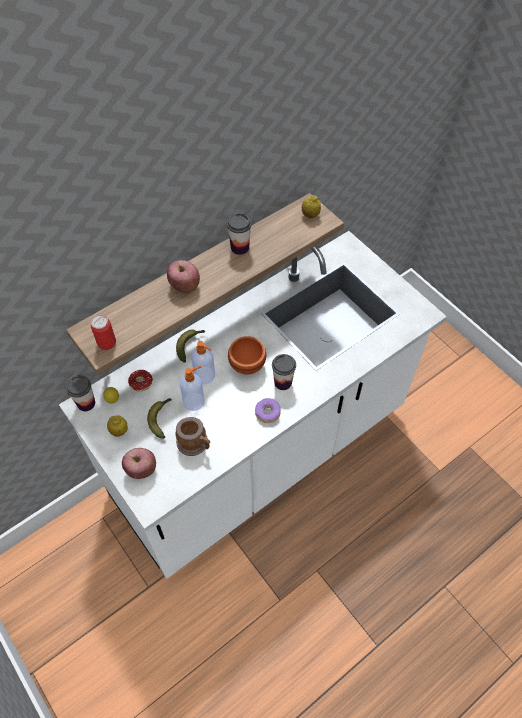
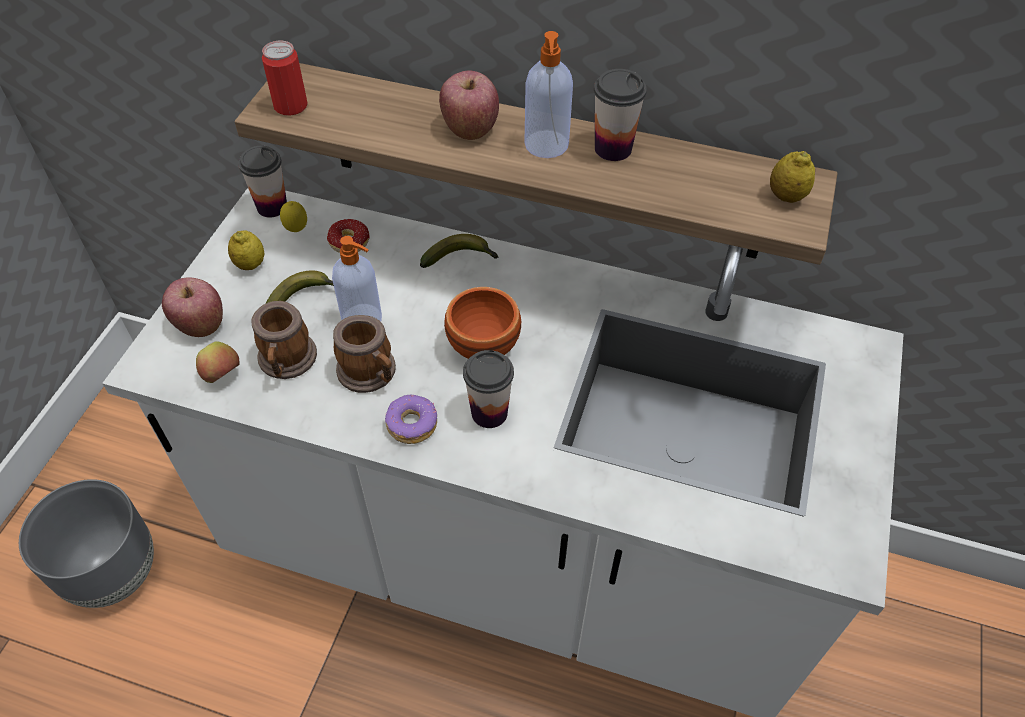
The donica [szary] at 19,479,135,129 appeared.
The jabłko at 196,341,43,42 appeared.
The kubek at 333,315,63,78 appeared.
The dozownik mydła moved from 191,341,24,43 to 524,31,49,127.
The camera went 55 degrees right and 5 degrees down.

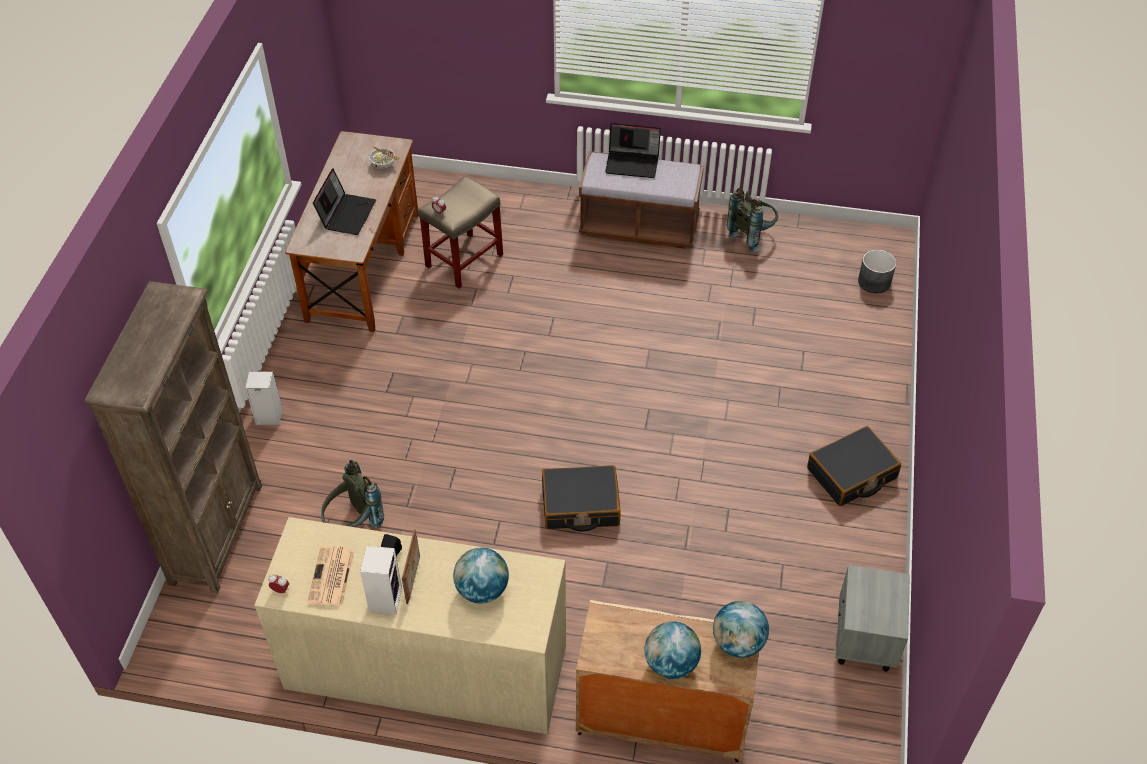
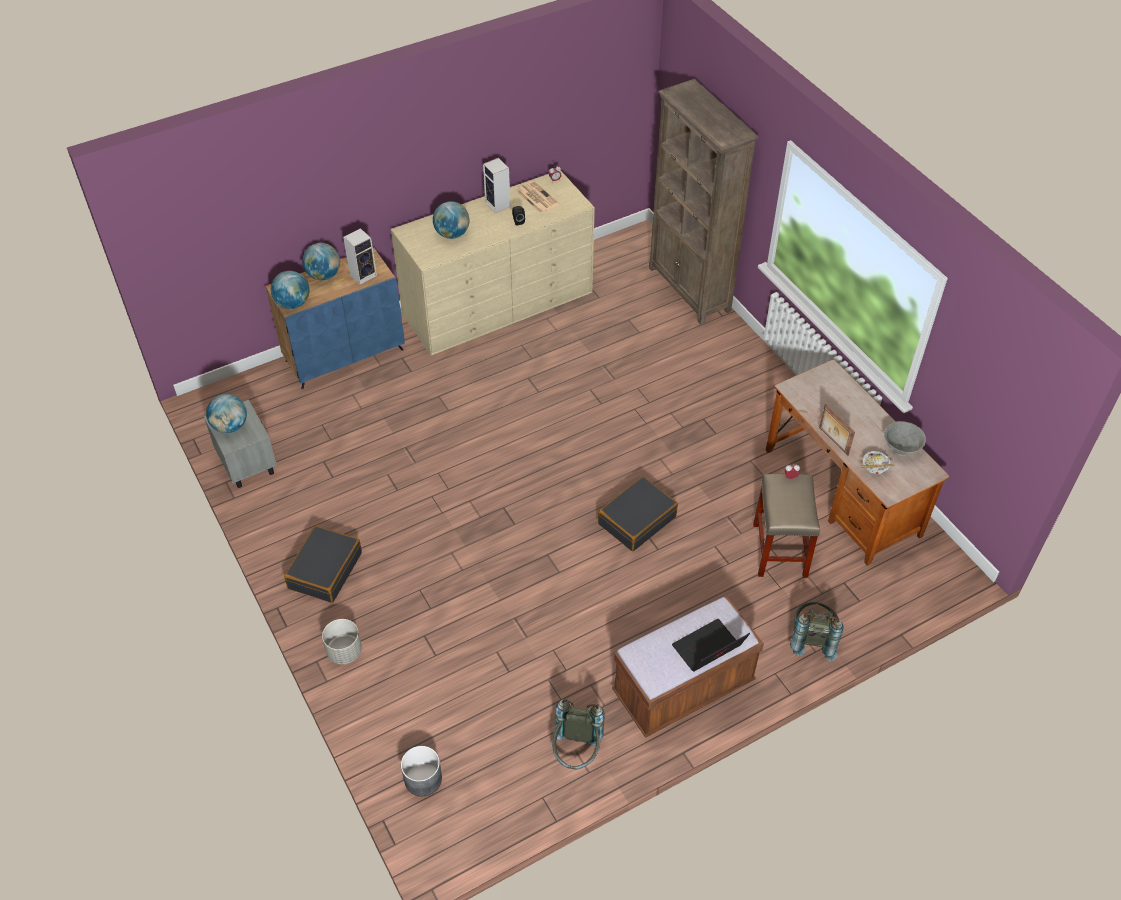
The laptop at 313,168,63,67 disappeared.
The globus at 206,394,41,39 appeared.
The donica [szary] at 322,619,40,45 appeared.
The miska [szary] at 884,421,42,36 appeared.
The głośnik moved from 245,371,38,54 to 343,228,34,57.
The plecak [szary] moved from 321,460,63,68 to 790,602,53,59.
The ramka na zdjęcie moved from 402,529,18,75 to 819,404,36,51.
The walizka [czarny] moved from 542,465,79,66 to 598,476,80,75.
The szafka [beżowy] at 576,600,183,162 became the szafka [niebieski] at 266,248,139,141.
The camera went 140 degrees right and 0 degrees up.

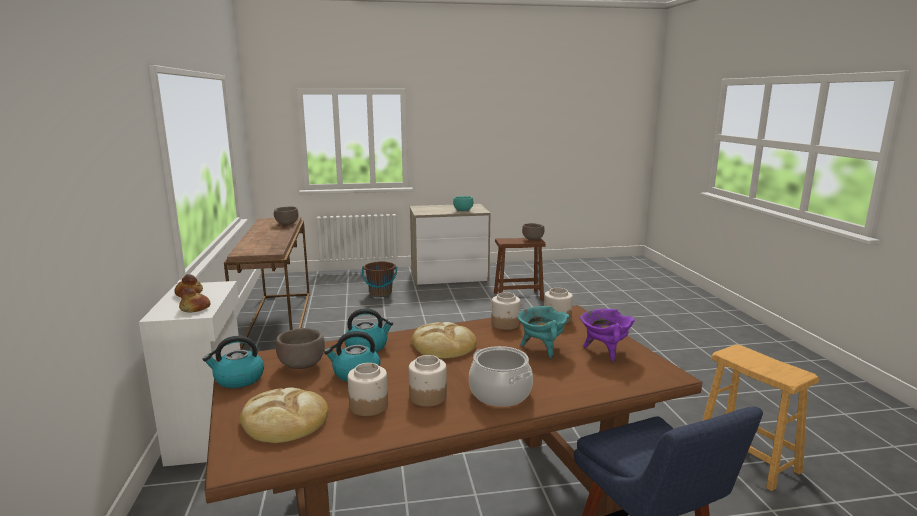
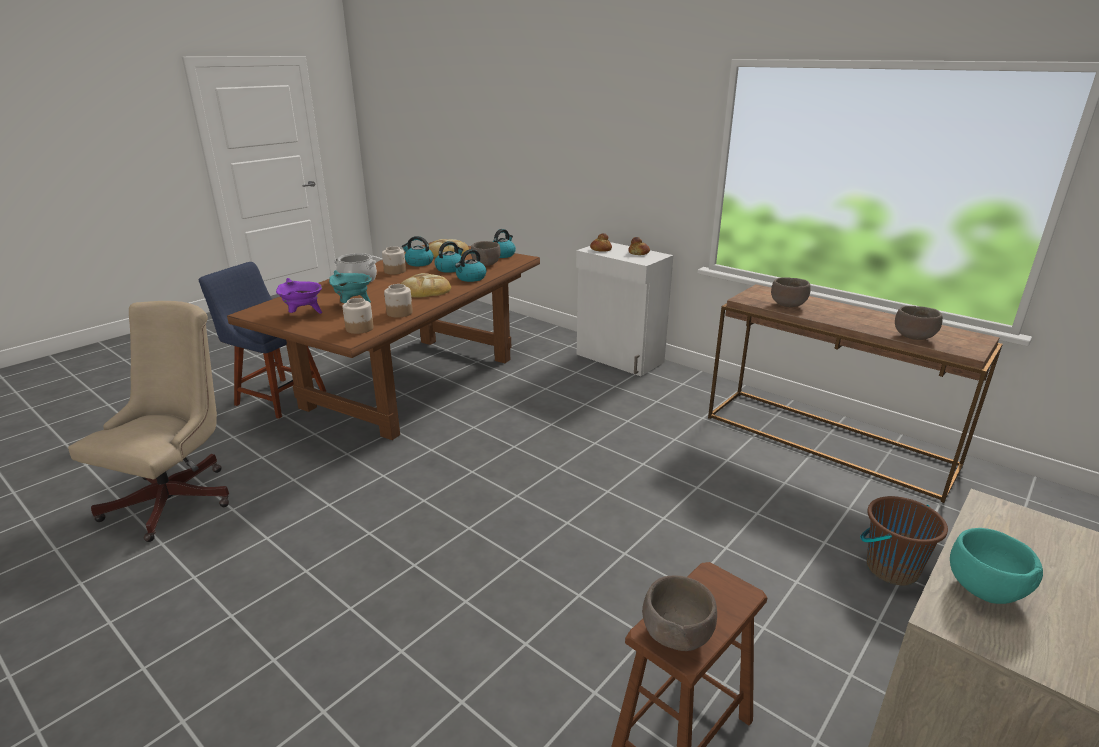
The miska [brązowy] at 771,277,40,30 appeared.
The słoik at 348,363,40,53 was replaced by the czajnik at 402,236,32,30.
The stołek [brązowy] at 702,344,118,147 was replaced by the krzesło biurowe [beżowy] at 68,301,161,241.
The camera went 140 degrees right and 10 degrees up.

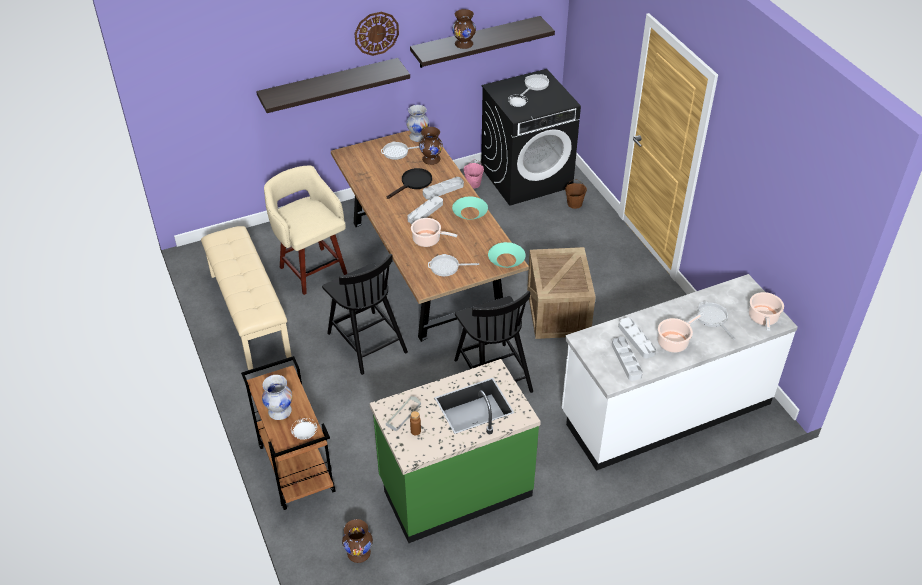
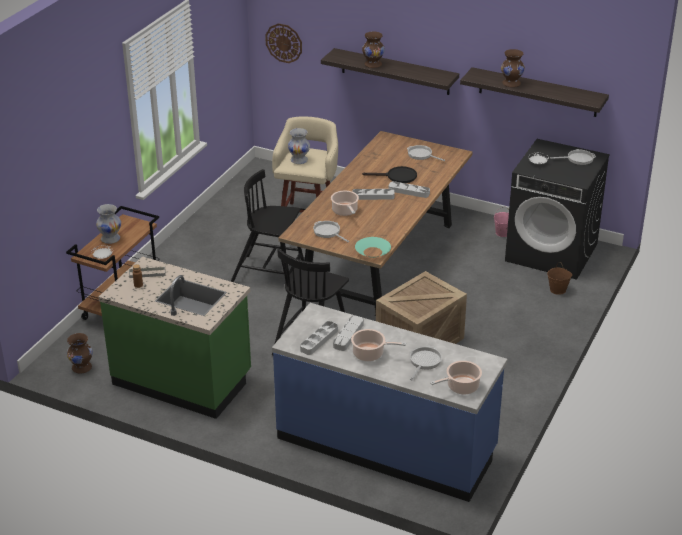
The ławka [beżowy] at 201,226,91,144 disappeared.
The miska [turkusowy] at 452,197,36,22 disappeared.
The zegar ścienny moved from 354,12,45,44 to 265,23,37,40.
The wazon [biały] moved from 406,105,23,37 to 288,128,22,36.
The wazon [brązowy] moved from 419,127,24,38 to 362,32,23,36.
The zabudowa kuchenna [biały] at 562,274,236,197 became the zabudowa kuchenna [niebieski] at 272,303,235,199.
The krzesło [czarny] at 322,254,86,121 turned 90 degrees clockwise.
The camera went 50 degrees right and 10 degrees down.

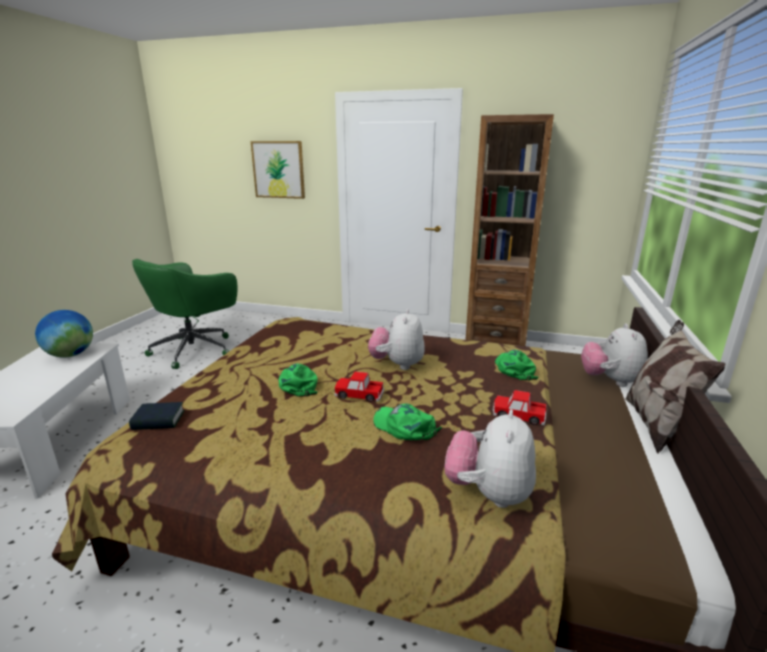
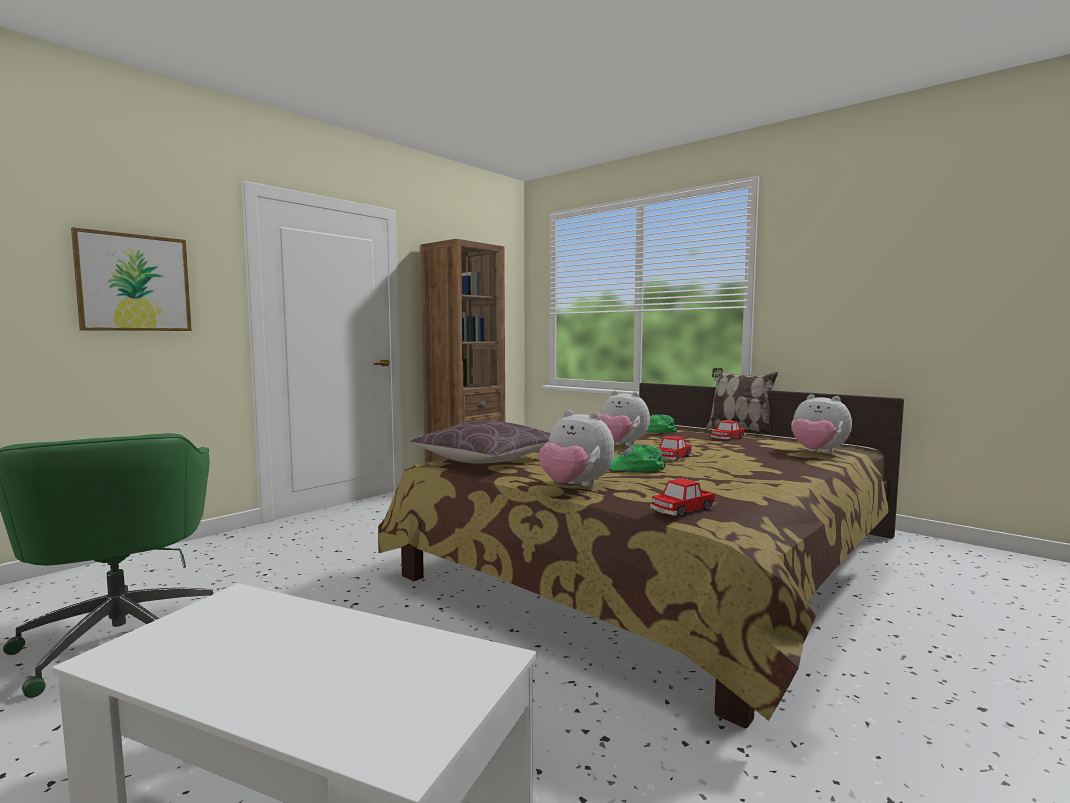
The globus at 35,310,58,48 disappeared.
The czapka z daszkiem [zielony] at 373,403,69,37 disappeared.
The poduszka [brązowy] at 410,421,140,42 appeared.
The pluszak moved from 581,323,67,64 to 538,410,77,77.
The książka at 129,402,56,28 was replaced by the samochodzik at 650,478,67,39.
The camera went 65 degrees left and 15 degrees down.

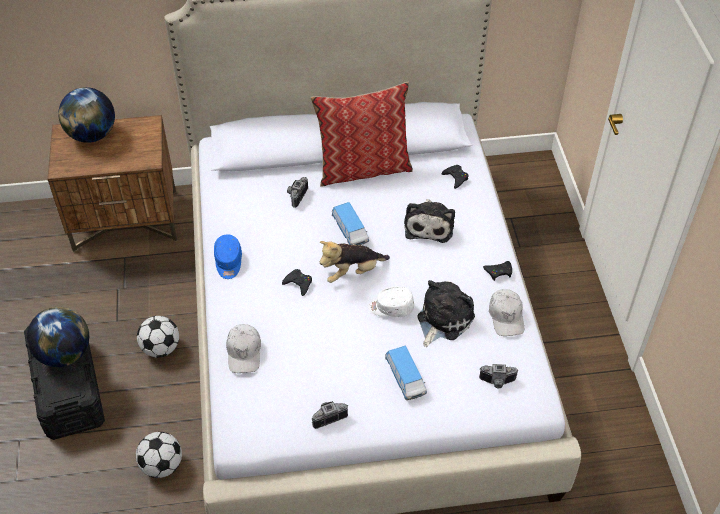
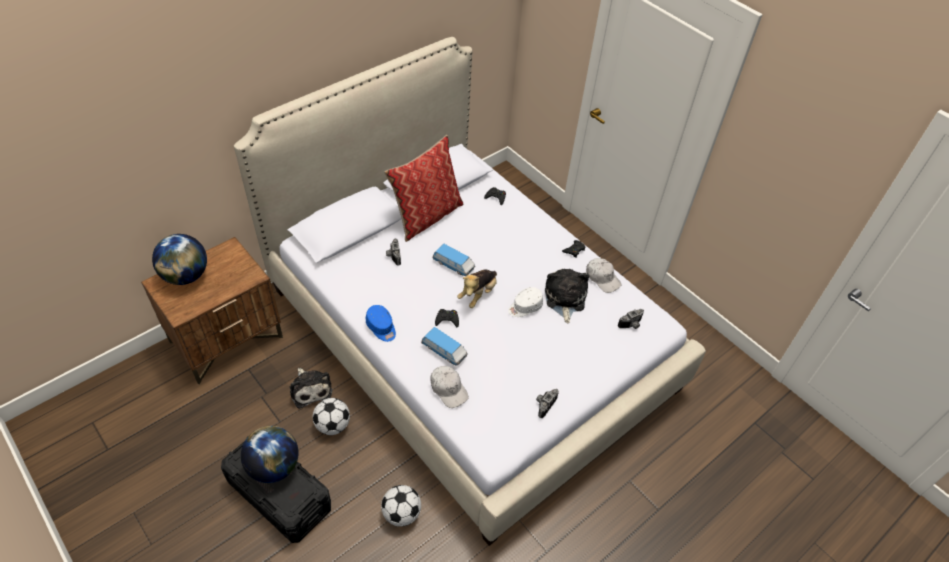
The samochodzik moved from 385,345,42,55 to 421,327,47,39.
The pluszak moved from 404,199,51,44 to 290,368,42,41.
The camera went 35 degrees left and 0 degrees up.

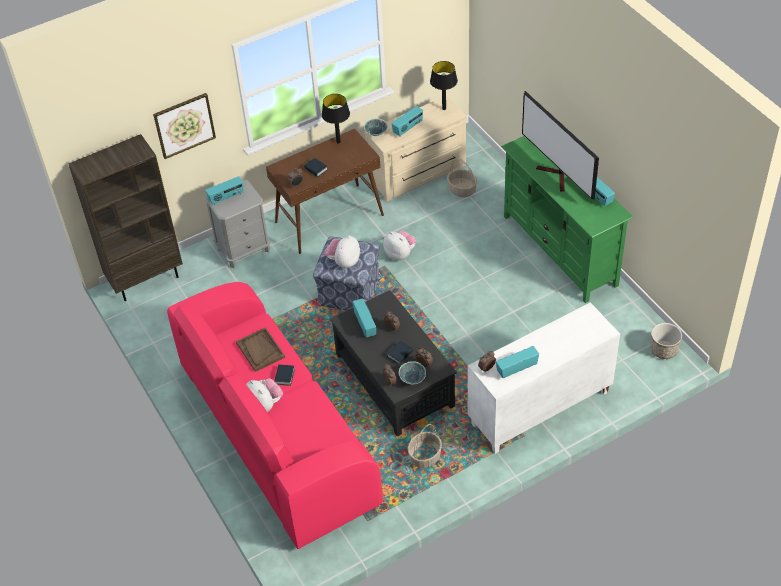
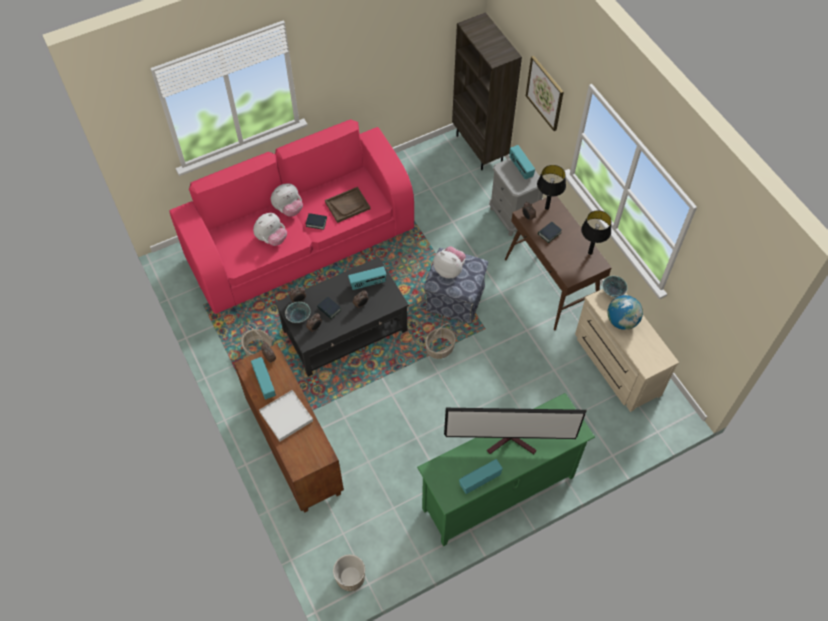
The taca [biały] at 259,390,54,51 appeared.
The pluszak moved from 383,230,33,30 to 253,213,34,33.
The lampa stołowa [czarny] moved from 430,61,28,49 to 537,165,29,45.
The koszyk moved from 447,159,30,38 to 425,323,31,36.
The radio at 391,106,32,31 was replaced by the globus at 608,295,35,35.
The szafka [biały] at 468,302,152,152 became the szafka [brązowy] at 234,344,110,169.
The telewizor at 522,91,77,109 turned 150 degrees counterclockwise.
The camera went 90 degrees right and 10 degrees up.

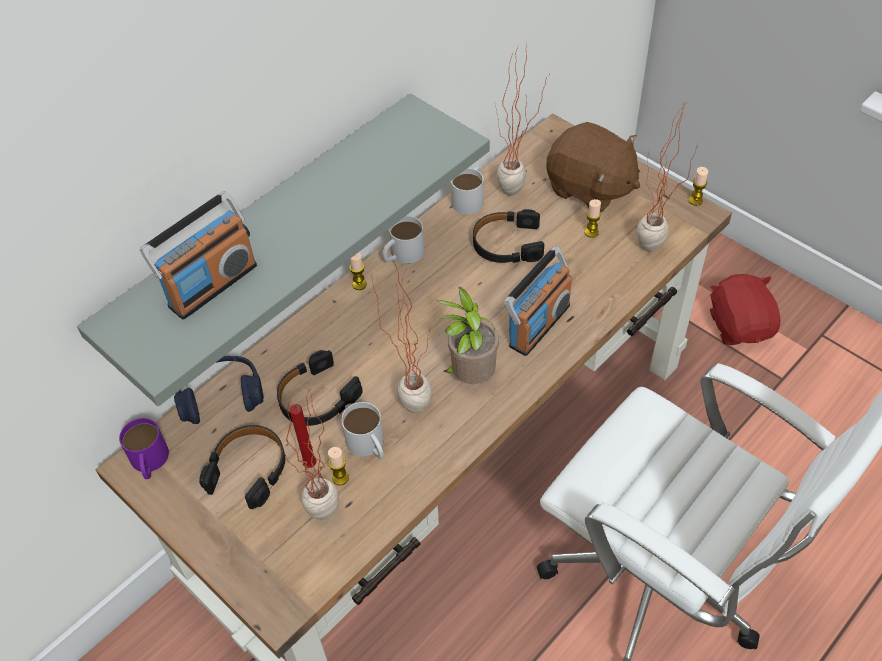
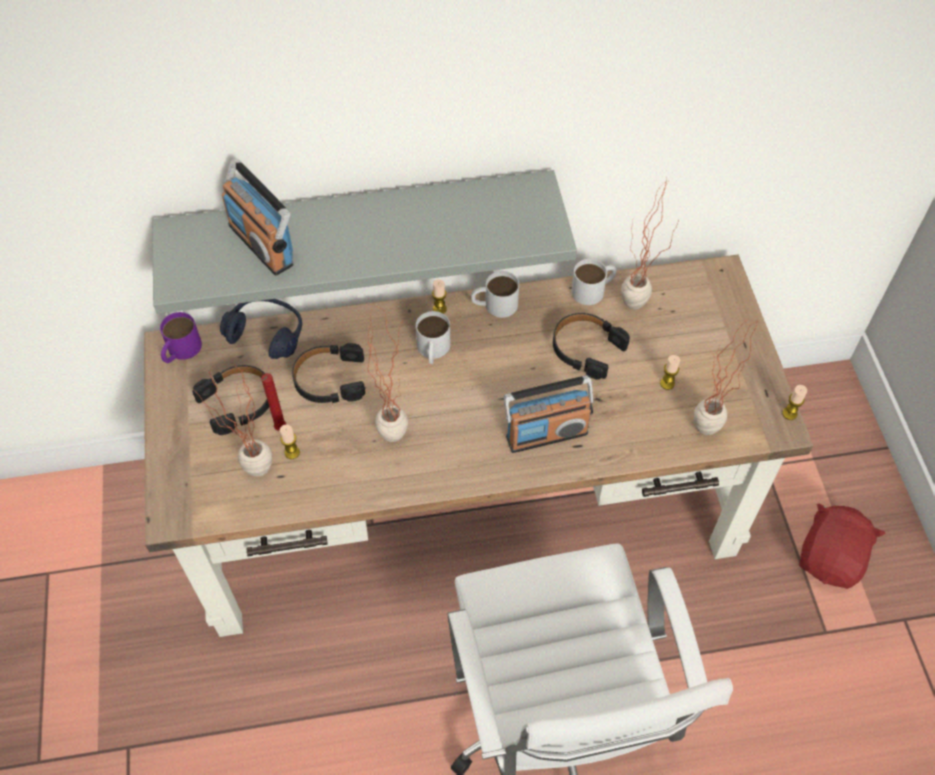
The roślina doniczkowa at 437,287,62,97 disappeared.
The pluszak [brązowy] at 546,122,94,90 disappeared.
The kubek [biały] moved from 341,402,43,57 to 416,311,35,53.
The radio at 140,192,117,128 turned 60 degrees clockwise.
The camera went 35 degrees right and 5 degrees up.

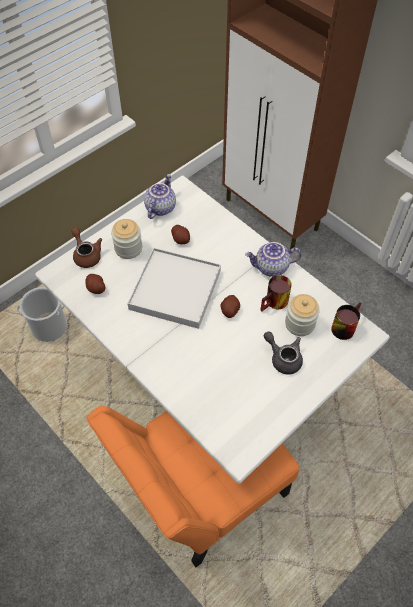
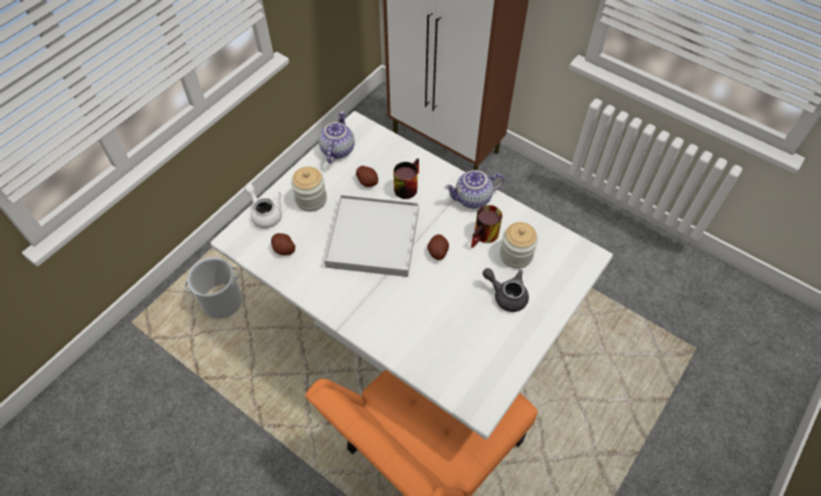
The kubek moved from 331,302,30,38 to 393,158,26,41.
The imbryk [brązowy] at 71,227,31,41 became the imbryk [biały] at 244,184,38,44.
The camera went 10 degrees left and 0 degrees up.

